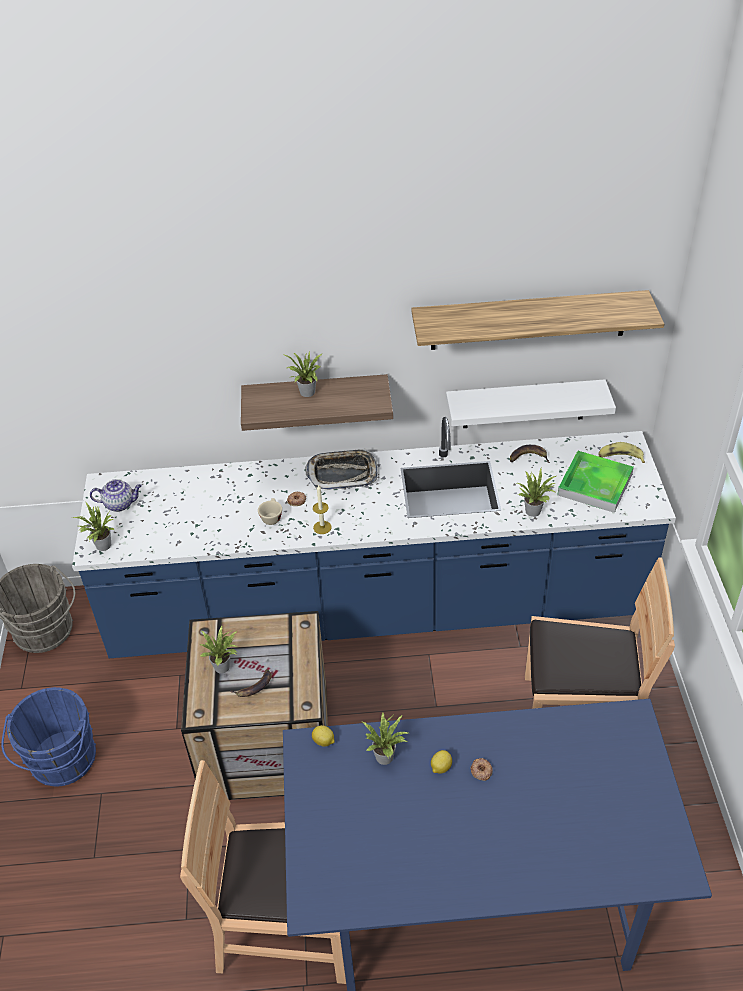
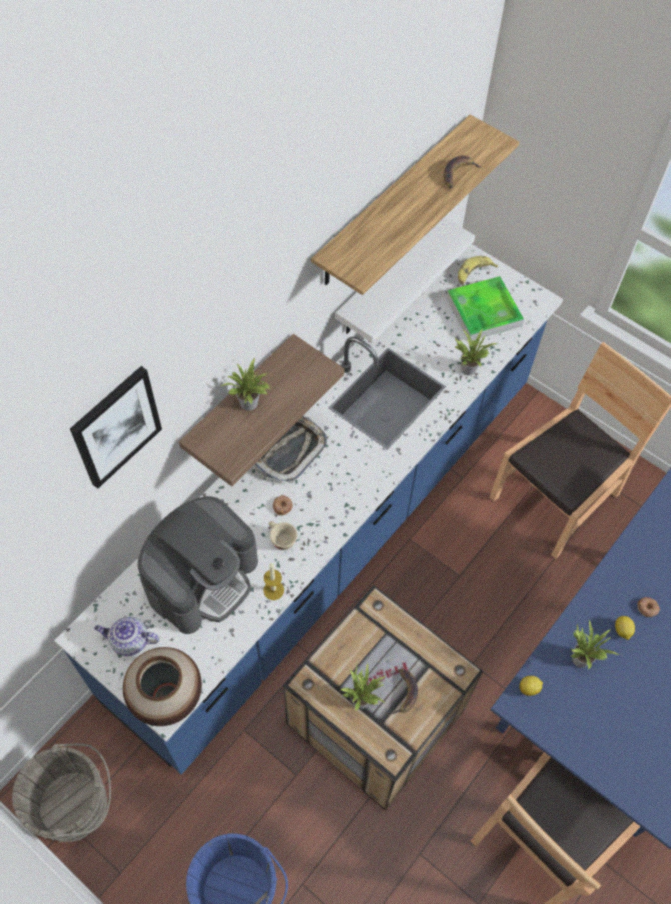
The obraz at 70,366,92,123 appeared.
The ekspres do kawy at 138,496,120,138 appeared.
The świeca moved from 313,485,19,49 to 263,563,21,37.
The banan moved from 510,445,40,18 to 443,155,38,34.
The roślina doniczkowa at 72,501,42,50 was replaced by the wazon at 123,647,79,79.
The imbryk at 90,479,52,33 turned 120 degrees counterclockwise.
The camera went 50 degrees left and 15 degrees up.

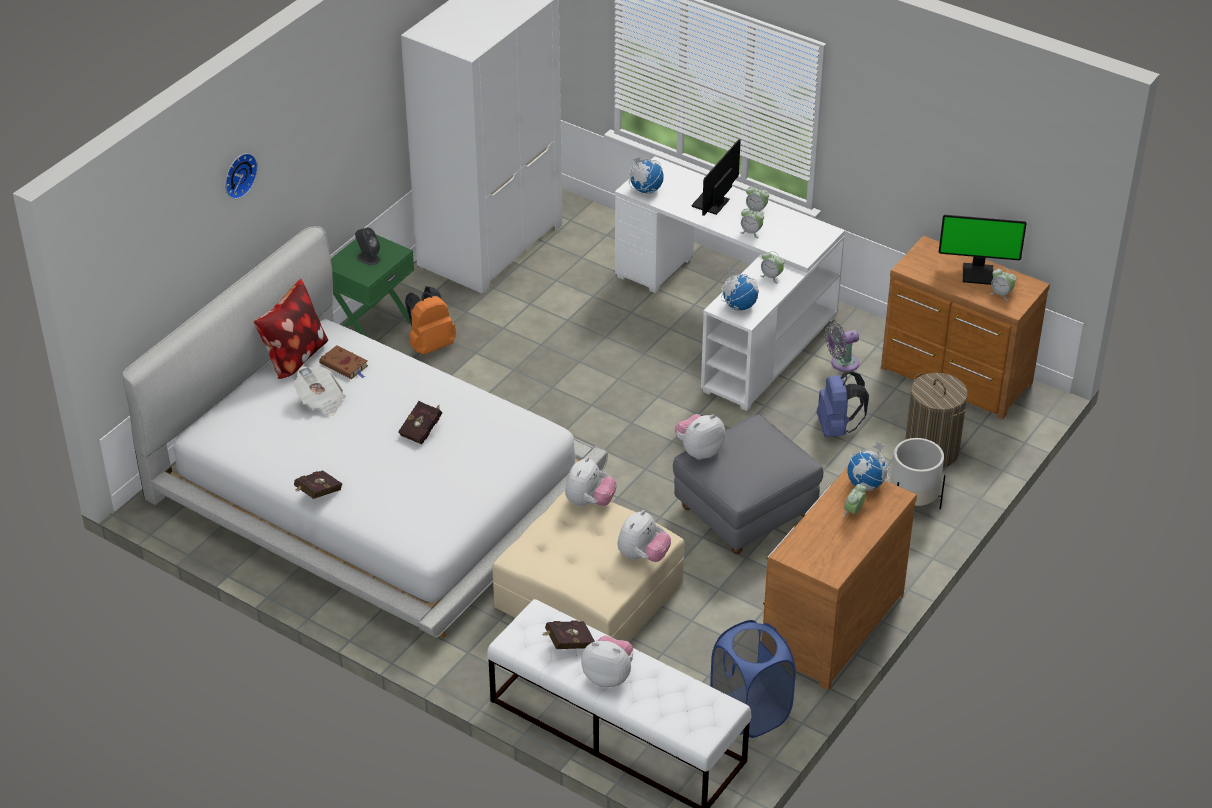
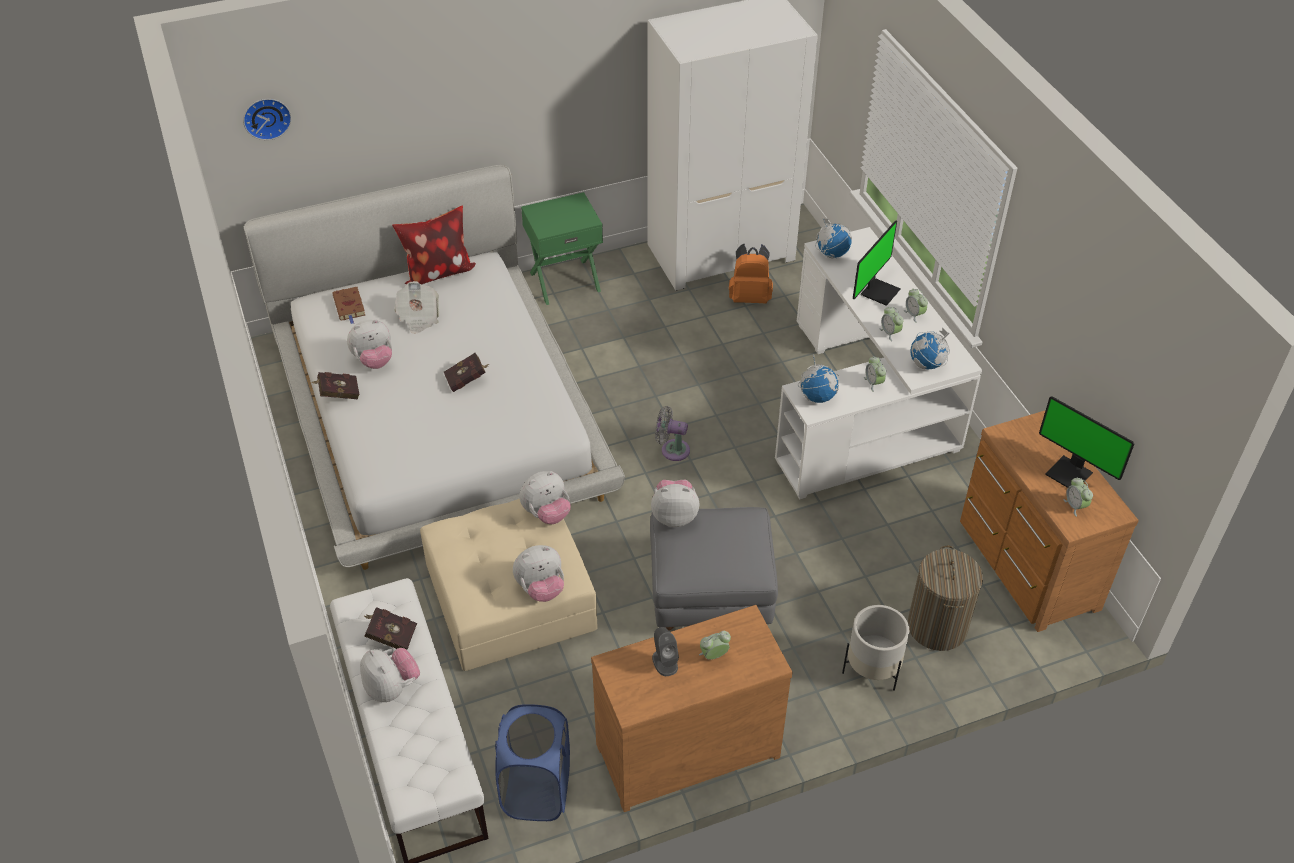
The plecak [niebieski] at 817,371,52,66 disappeared.
The pluszak at 347,319,45,50 appeared.
The zegar ścienny moved from 225,153,33,46 to 243,99,49,41.
The książka [brązowy] moved from 319,345,49,34 to 332,287,33,37.
The głośnik [szary] moved from 355,227,25,38 to 652,627,27,49.
The plecak [pomarańczowy] moved from 405,286,51,69 to 729,244,44,59.
The wentylator [szary] moved from 825,322,34,50 to 655,406,35,55.
The globus moved from 848,442,41,49 to 910,327,40,42.
The monitor at 691,139,50,77 turned 150 degrees clockwise.
The camera went 35 degrees right and 5 degrees up.

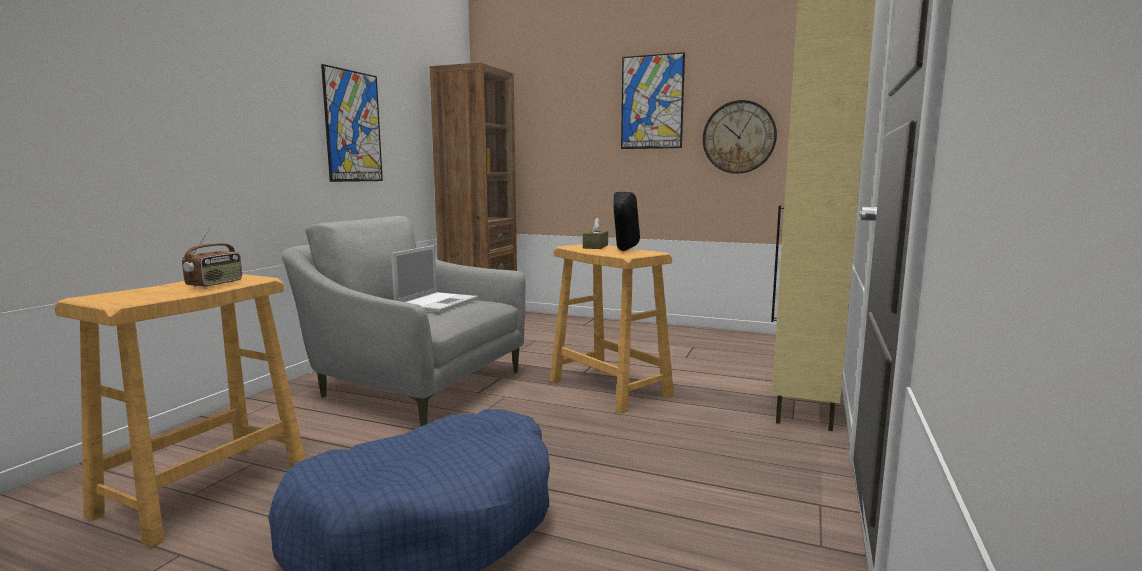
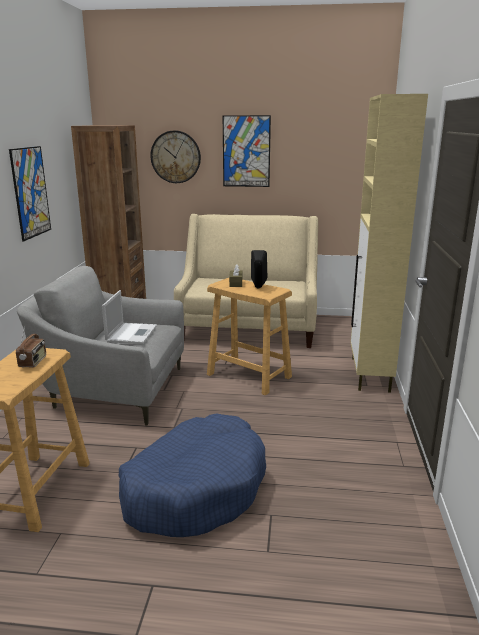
The kanapa [beżowy] at 174,214,144,134 appeared.
The zegar ścienny moved from 703,100,74,74 to 150,130,51,53.
The camera went 15 degrees left and 10 degrees up.

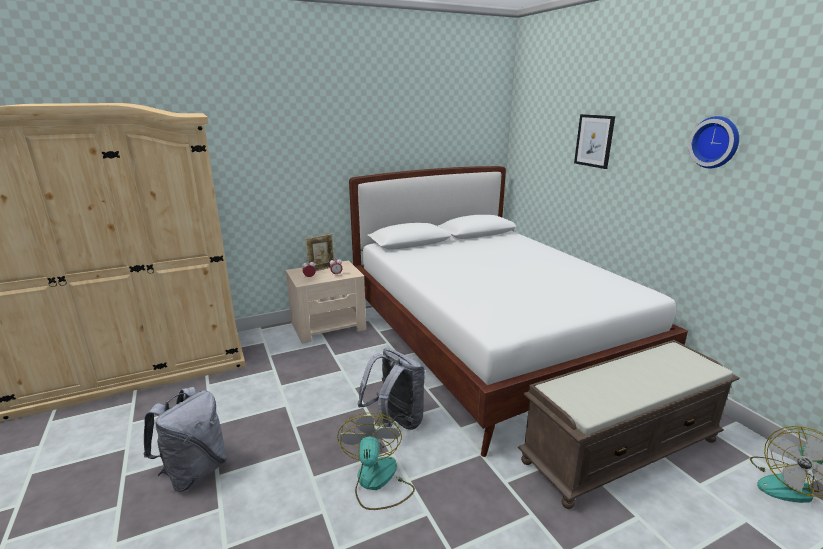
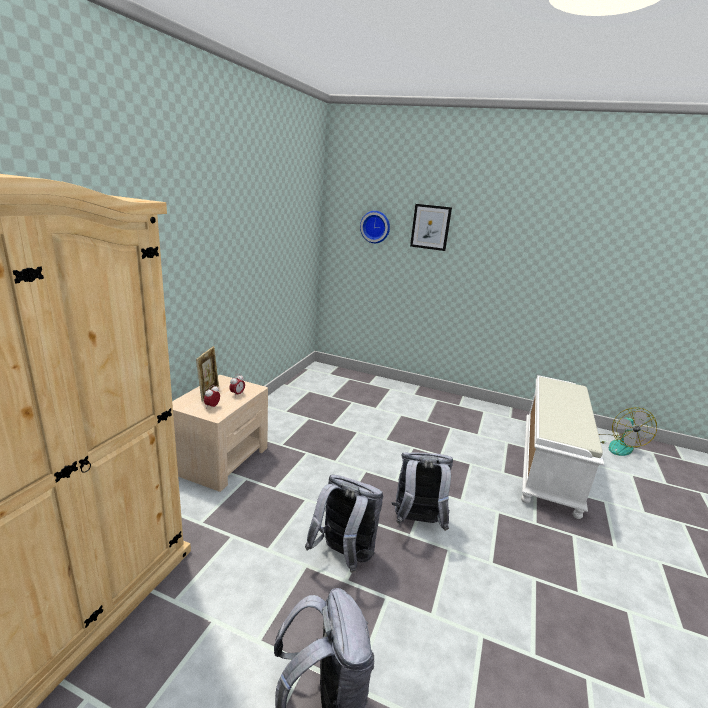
The wentylator at 337,412,78,98 disappeared.
The łóżko [biały] at 349,166,339,291 disappeared.
The plecak [szary] at 305,475,79,98 appeared.
The zegar ścienny moved from 688,116,51,52 to 360,211,30,32.
The ławka [brązowy] at 518,340,222,169 became the ławka [biały] at 521,375,83,144.
The camera went 45 degrees left and 0 degrees up.

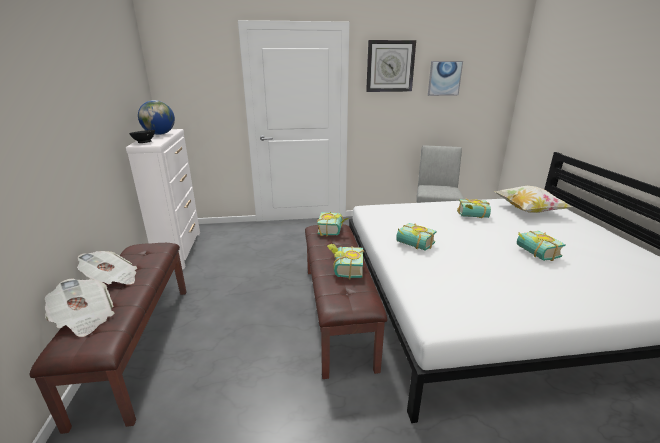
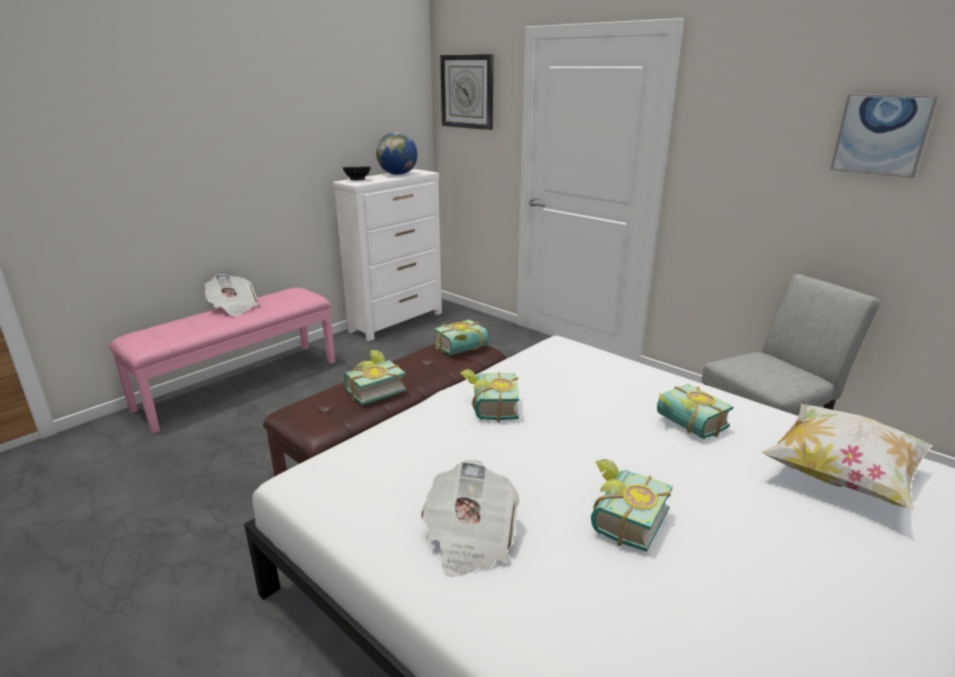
The gazeta moved from 45,278,69,59 to 421,460,99,117.
The zegar ścienny moved from 366,40,50,52 to 440,54,53,76.
The ławka [brązowy] at 30,243,156,191 became the ławka [różowy] at 109,288,226,146.
The camera went 50 degrees right and 0 degrees up.

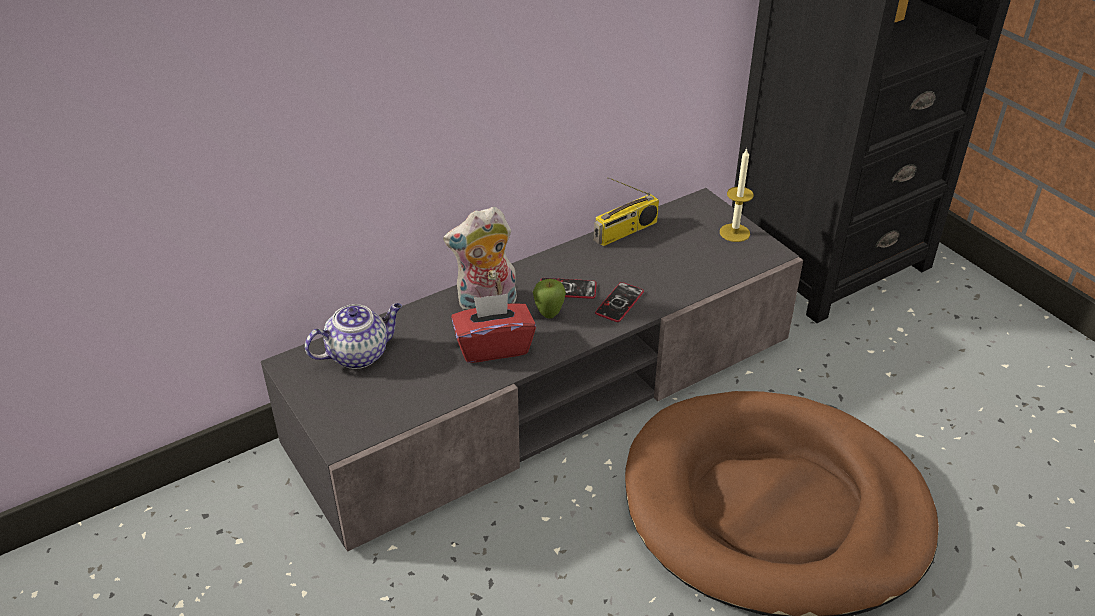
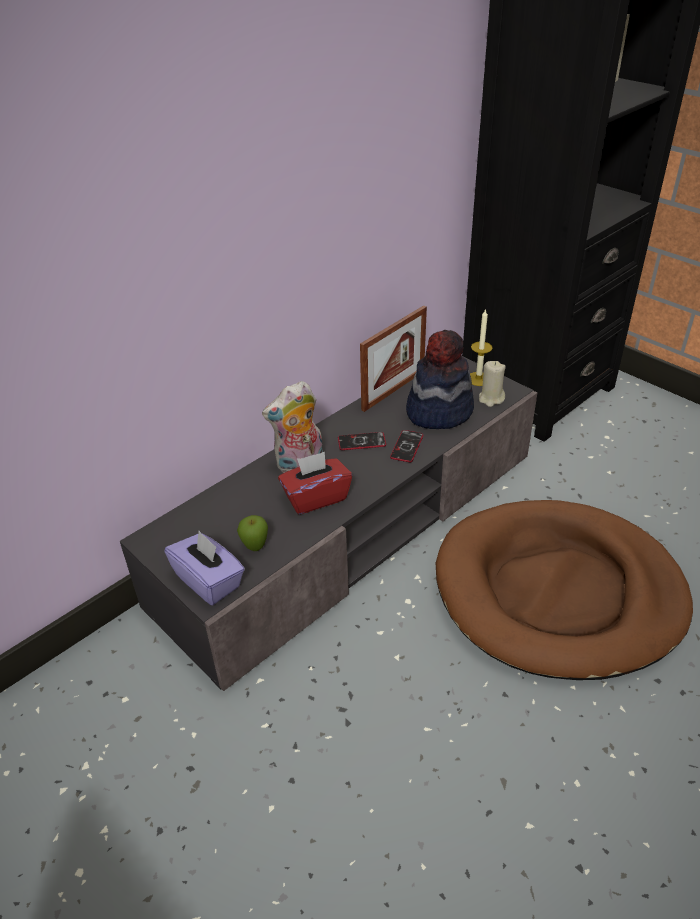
The imbryk at 305,303,97,66 disappeared.
The pudełko chusteczek [fioletowy] at 164,531,81,74 appeared.
The kapelusz at 406,330,68,99 appeared.
The świeca [beżowy] at 479,361,27,46 appeared.
The jabłko moved from 533,279,33,40 to 237,515,31,36.
The radio at 594,177,65,69 was replaced by the ramka na zdjęcie at 360,305,67,107.
The camera went 10 degrees left and 0 degrees up.

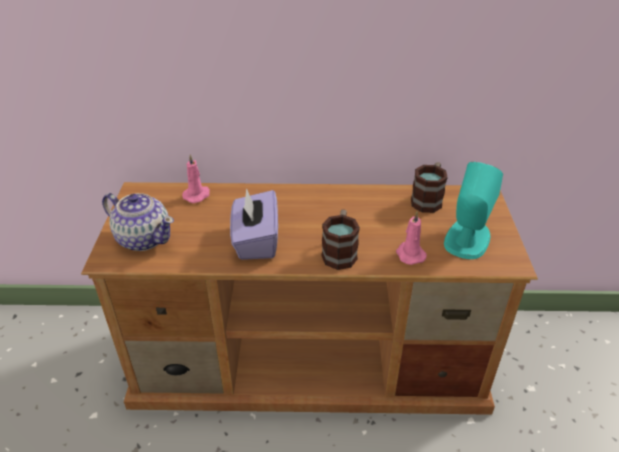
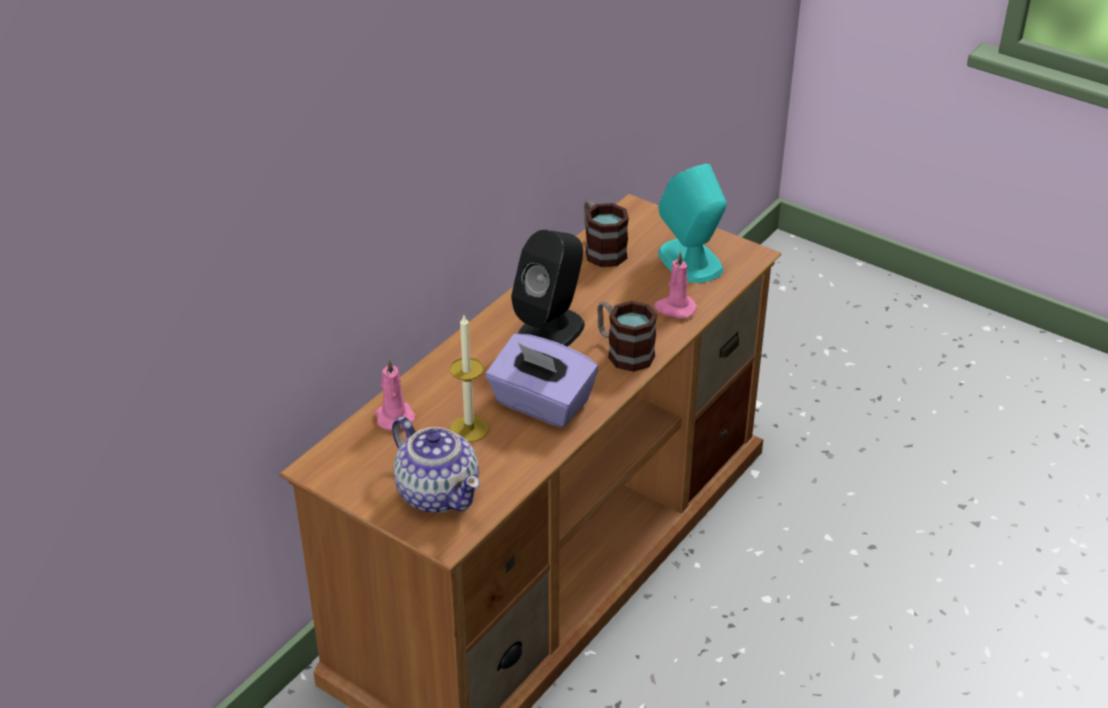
The świeca at 450,315,39,127 appeared.
The głośnik [czarny] at 511,230,74,117 appeared.
The imbryk at 102,193,72,58 turned 75 degrees clockwise.
The camera went 55 degrees left and 0 degrees up.

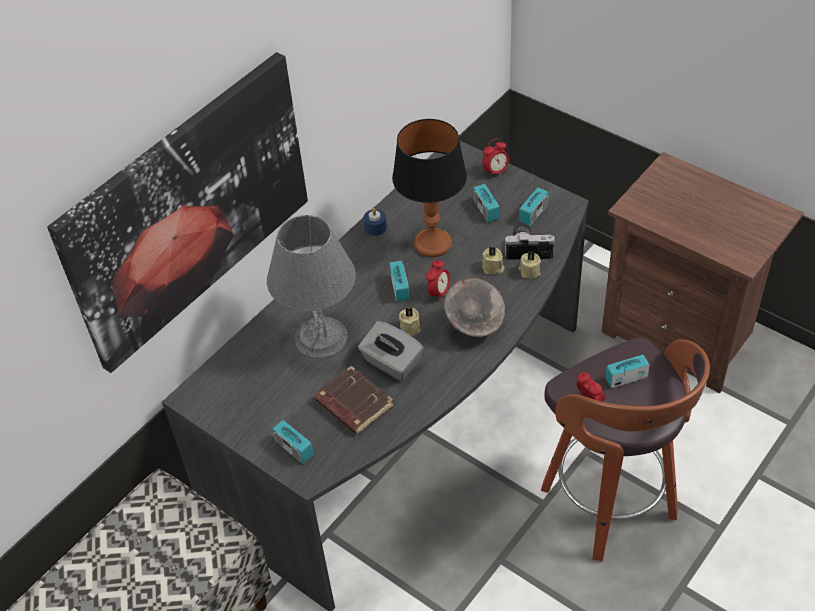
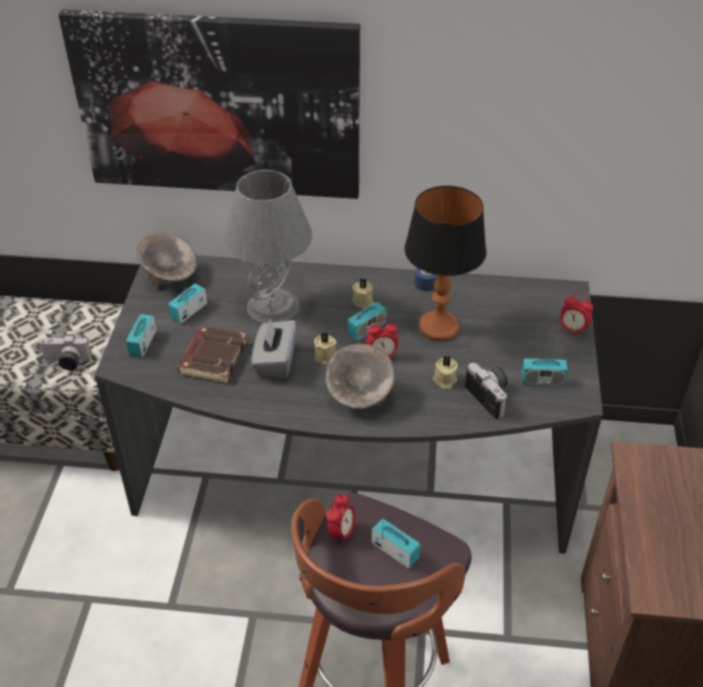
The aparat fotograficzny at 38,335,54,35 appeared.
The miska [szary] at 137,233,60,52 appeared.
The radio moved from 473,184,26,38 to 168,273,39,51.
The świeca [beżowy] moved from 519,251,22,28 to 352,278,22,31.
The camera went 55 degrees right and 5 degrees down.

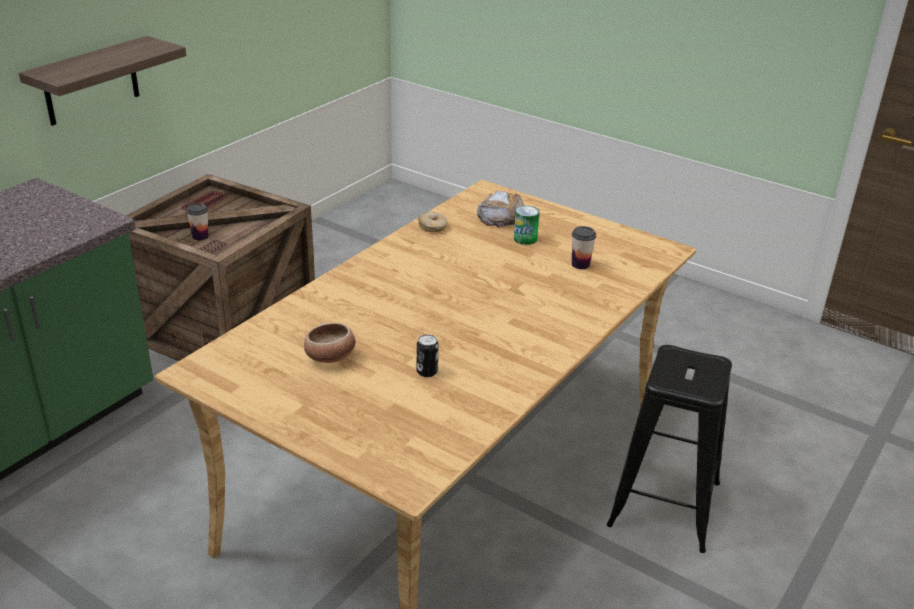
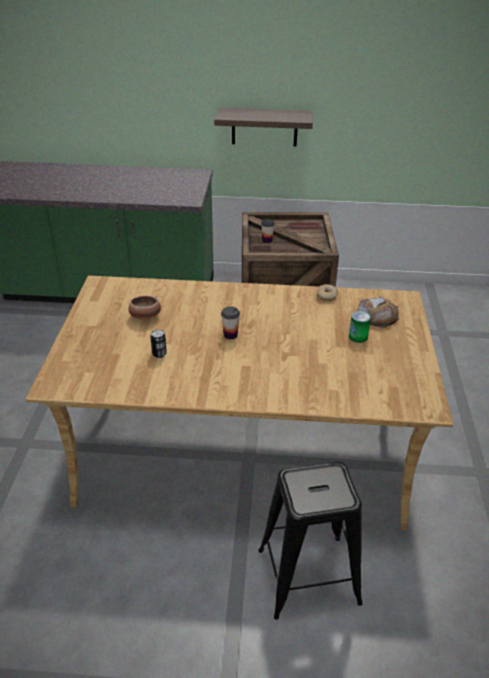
The filiżanka moved from 572,226,24,43 to 221,306,19,33.
The camera went 60 degrees right and 5 degrees up.

